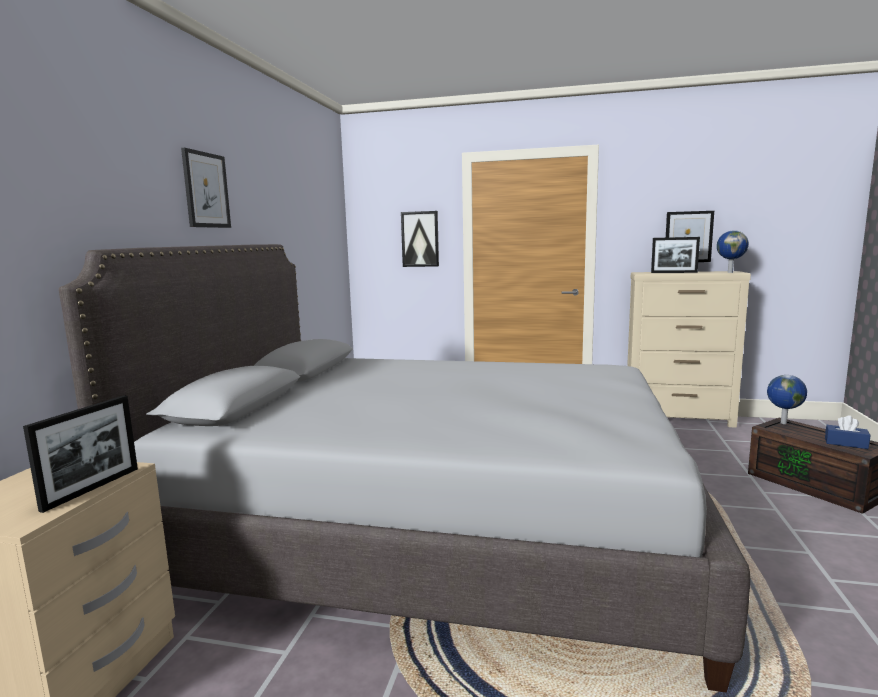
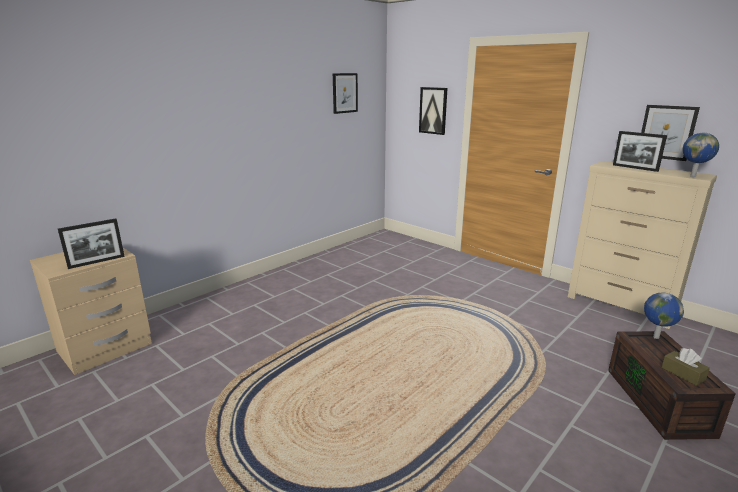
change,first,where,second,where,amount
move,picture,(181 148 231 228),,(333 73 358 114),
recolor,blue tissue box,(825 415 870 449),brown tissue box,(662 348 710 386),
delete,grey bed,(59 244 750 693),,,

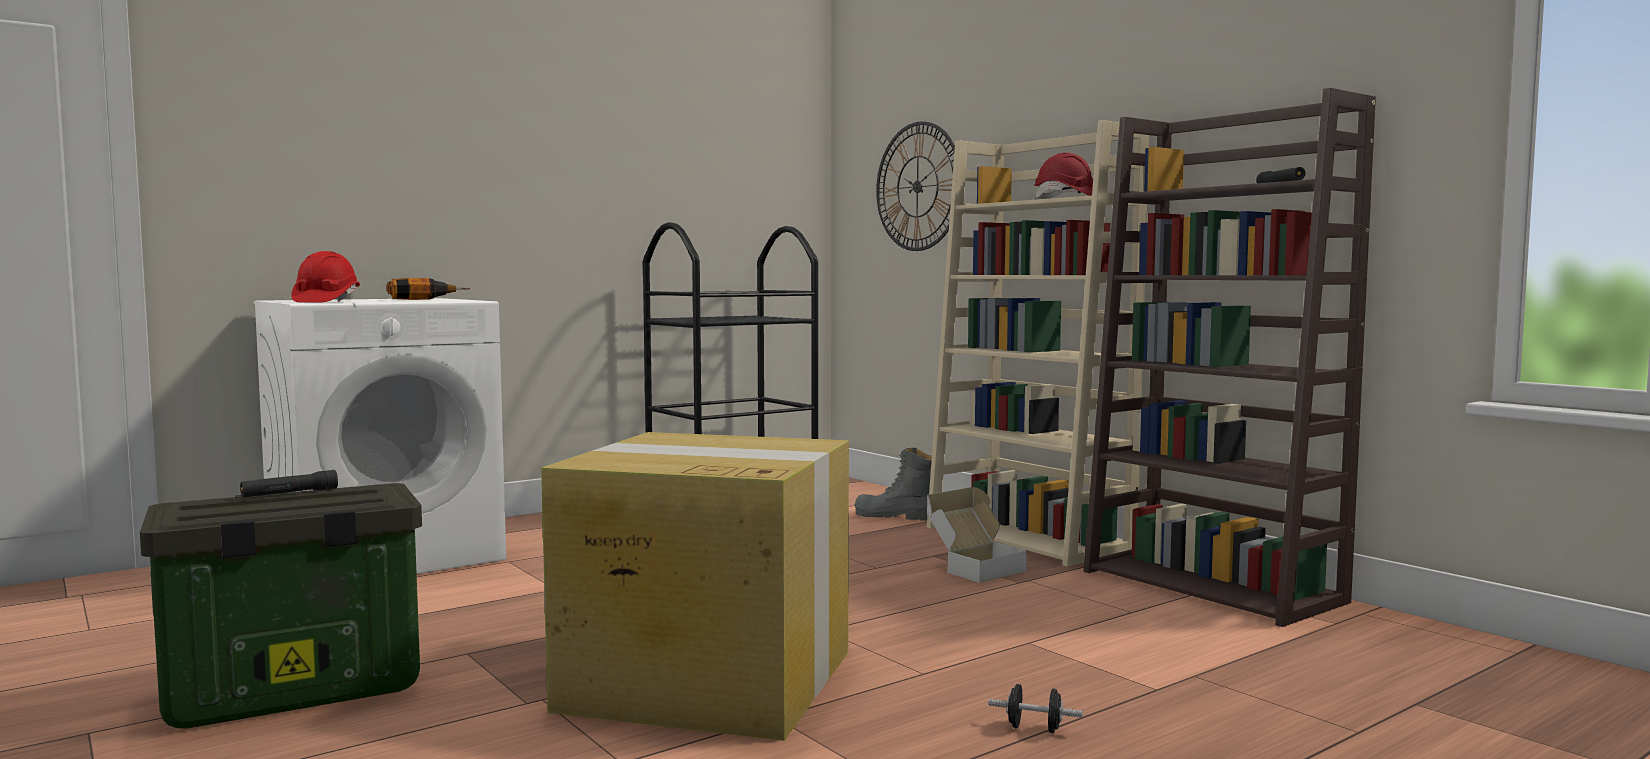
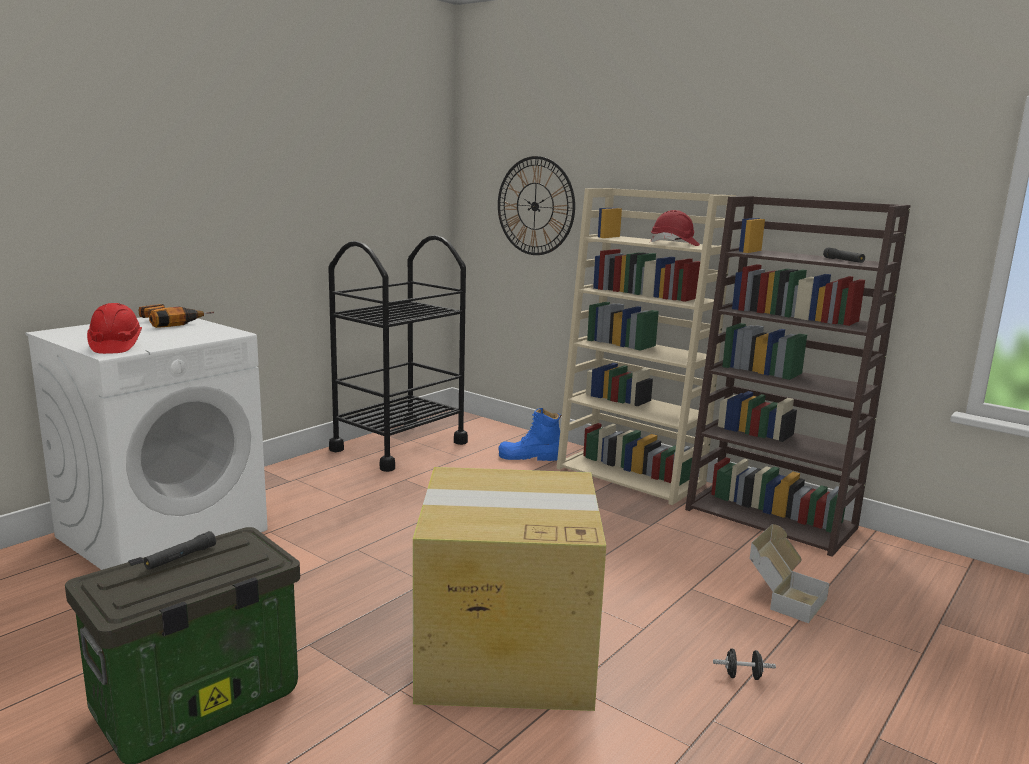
change,first,where,second,where,amount
recolor,grey boot,(855 448 932 521),blue boot,(498 408 561 461),
move,cardboard box,(927 487 1027 583),,(750 524 830 623),

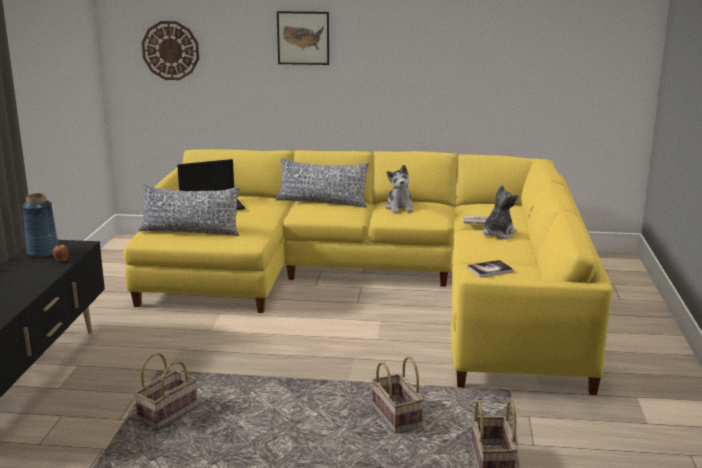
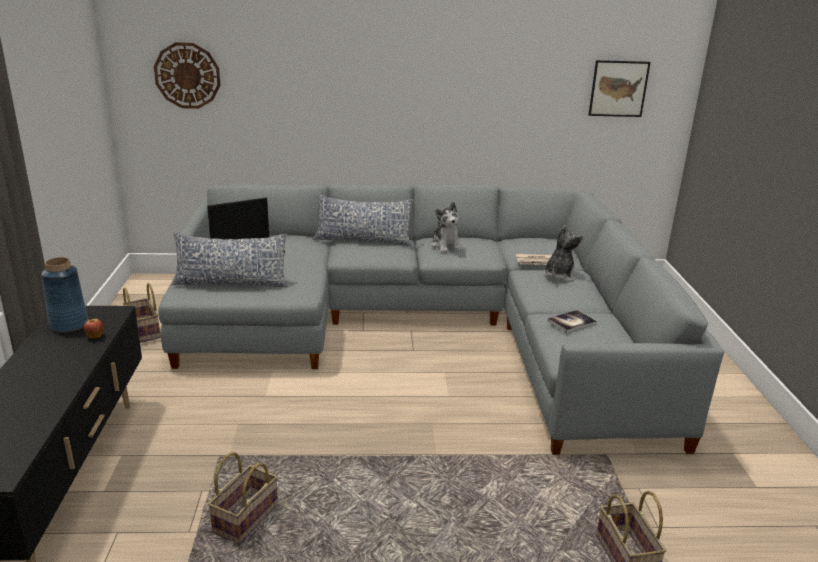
change,first,where,second,where,amount
move,basket,(372 356 424 434),,(123 283 161 343),
recolor,yellow sofa,(123 149 612 395),grey sofa,(158 185 724 455),
move,picture,(277 11 329 65),,(589 60 651 117),

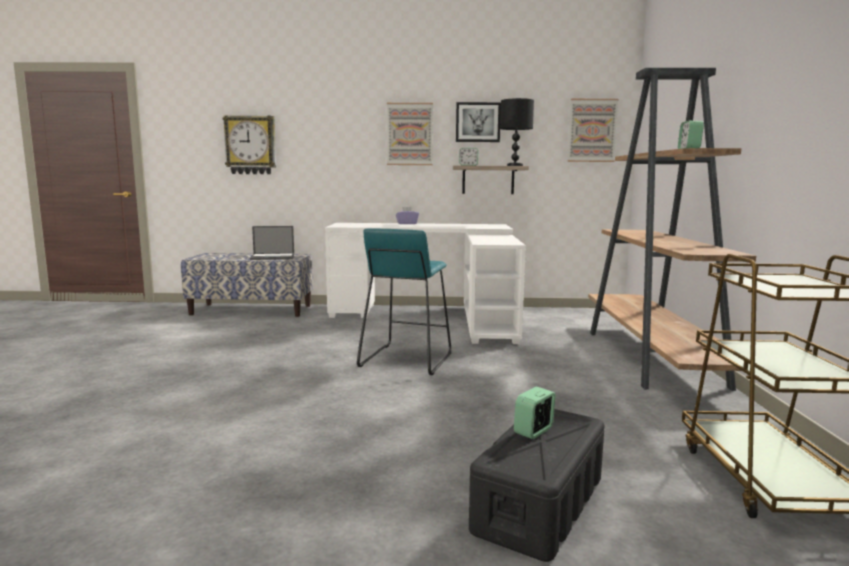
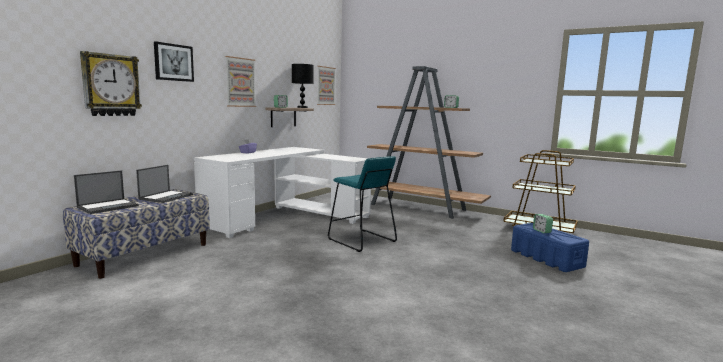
change,first,where,second,where,amount
insert,,,laptop,(74 170 139 214),
move,picture,(456 102 501 142),,(154 41 194 82),
recolor,black storage box,(469 409 605 562),blue storage box,(511 223 589 272),

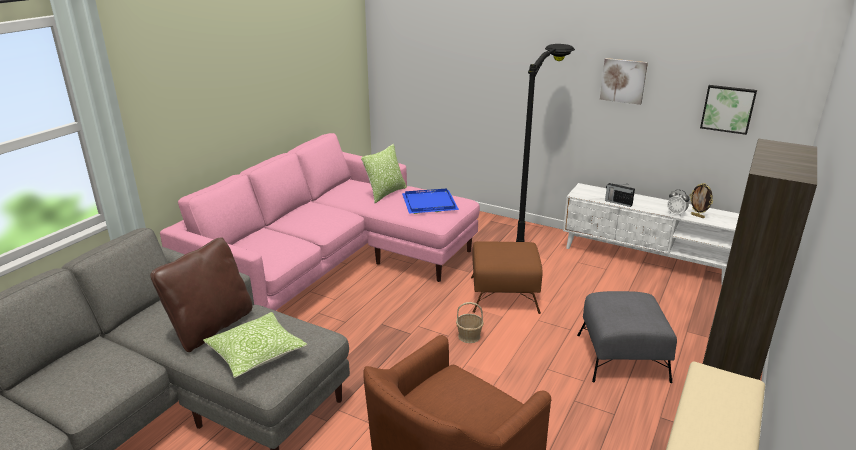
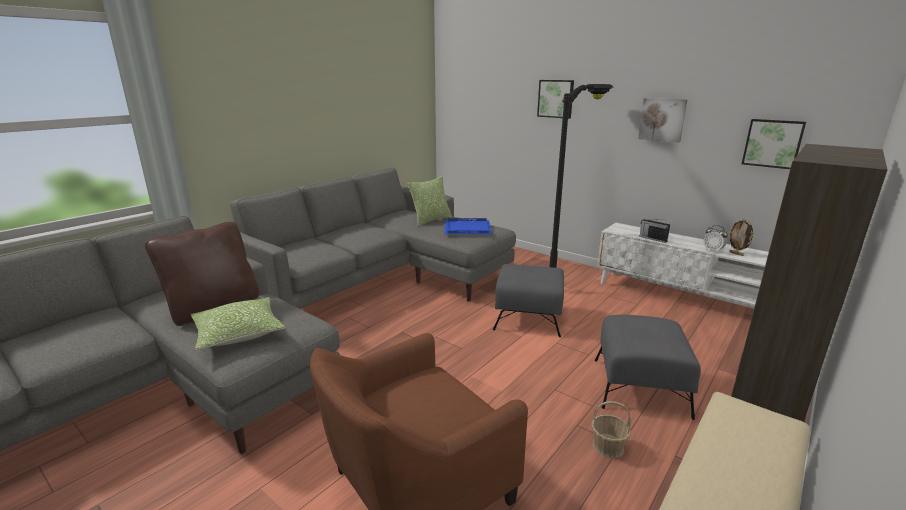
change,first,where,second,where,amount
recolor,pink sofa,(160 133 480 311),grey sofa,(230 168 516 309),
recolor,brown ottoman,(471 241 543 314),grey ottoman,(493 264 564 337),
insert,,,picture,(537 80 574 119),
move,basket,(456 302 484 343),,(591 401 631 458),

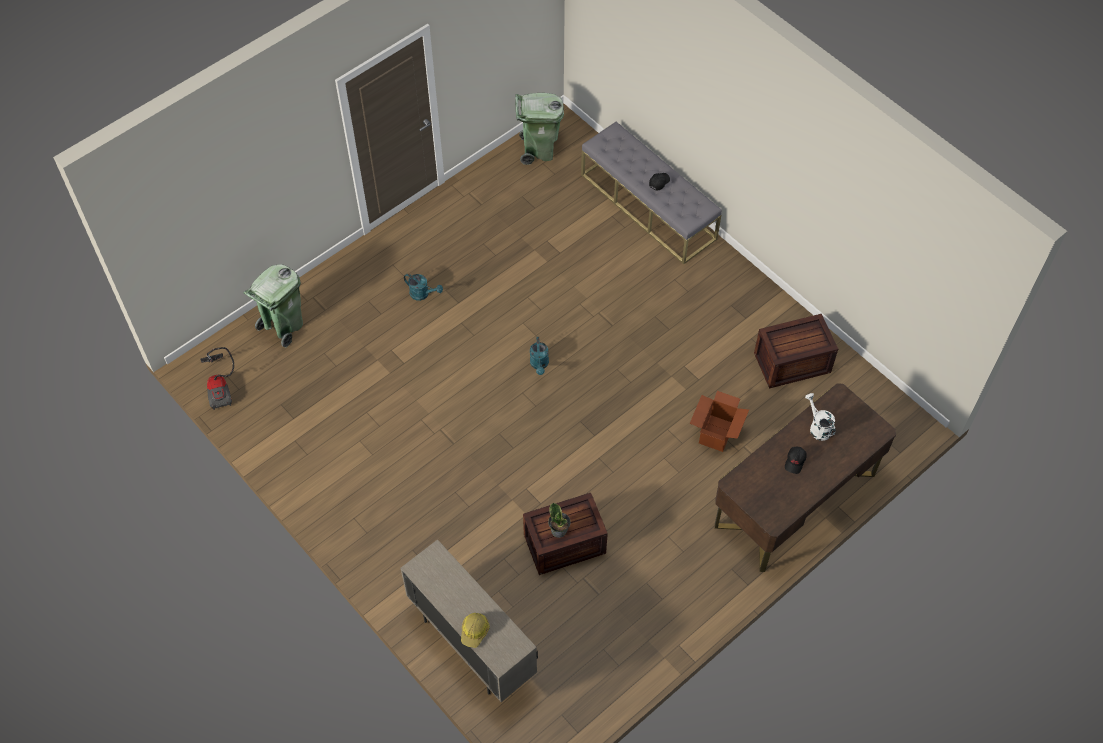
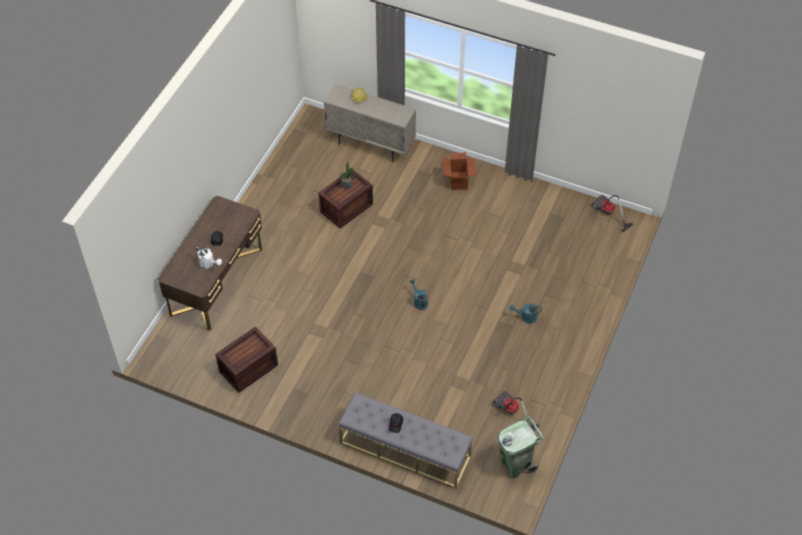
change,first,where,second,where,amount
move,cardboard box,(690 391 749 452),,(443 153 477 190),
insert,,,vacuum cleaner,(493 391 540 431),
delete,green trash can,(243 264 303 348),,,

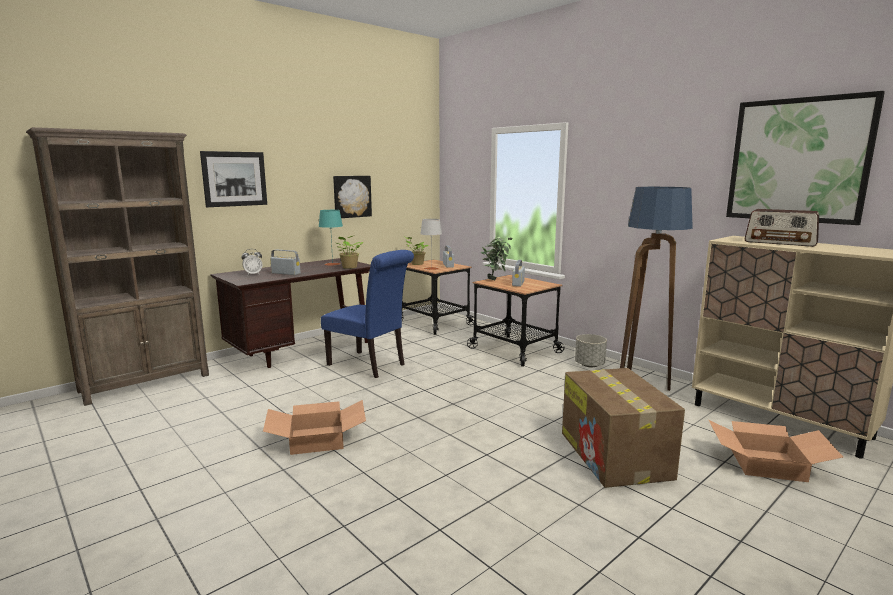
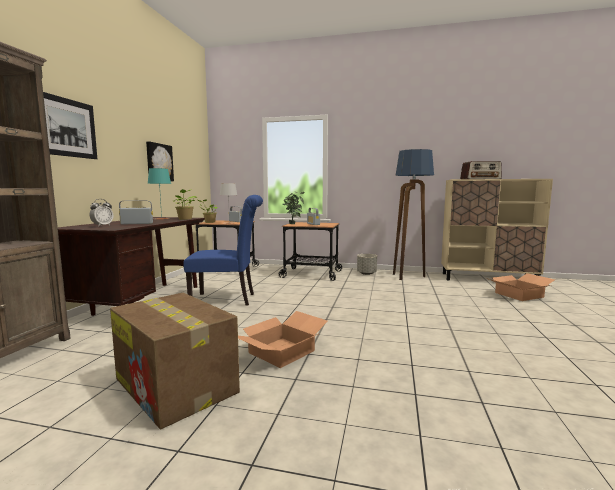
change,first,where,second,where,amount
move,cardboard box,(562 368 685 488),,(110 293 240 429),
delete,picture,(726 91 885 225),,,

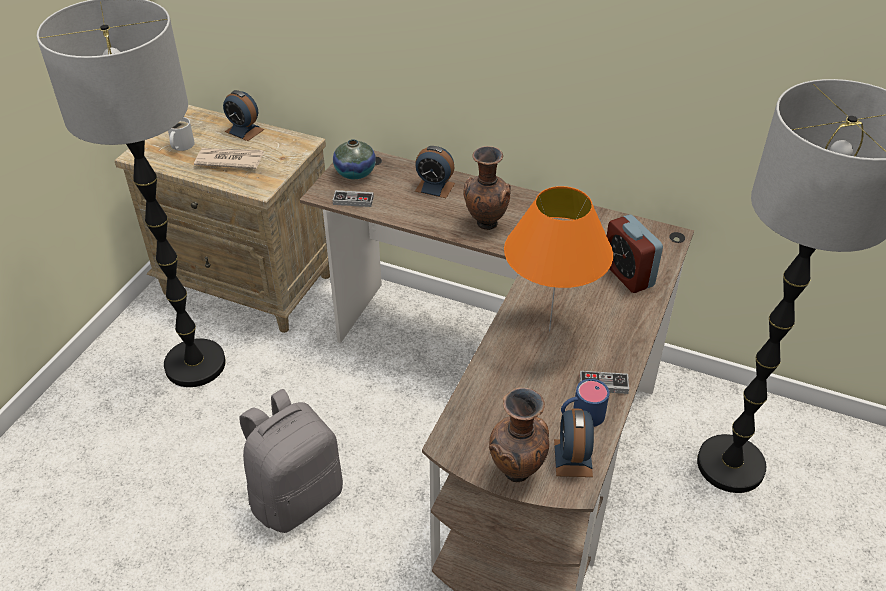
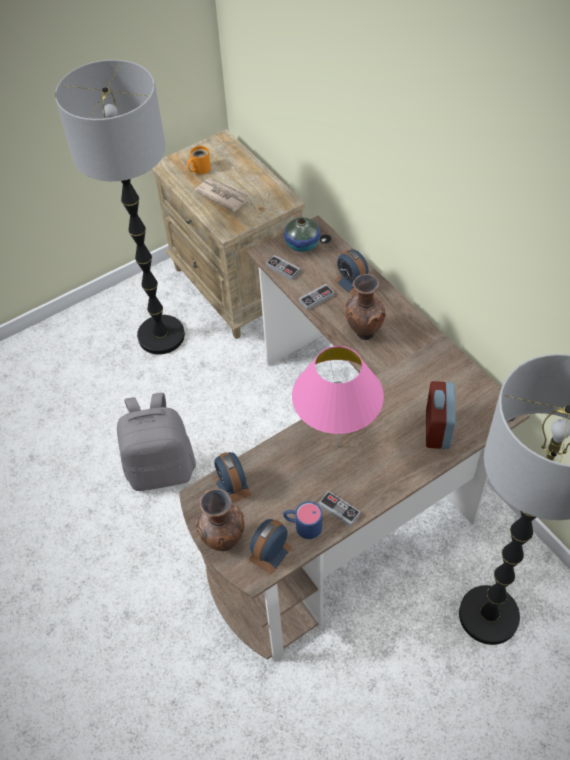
change,first,where,second,where,amount
recolor,white mug,(168 117 195 151),orange mug,(187 146 211 174),
move,alarm clock,(223 90 264 141),,(214 452 252 503),
recolor,orange table lamp,(504 186 613 332),pink table lamp,(292 346 384 448),
insert,,,game controller,(299 284 334 310),

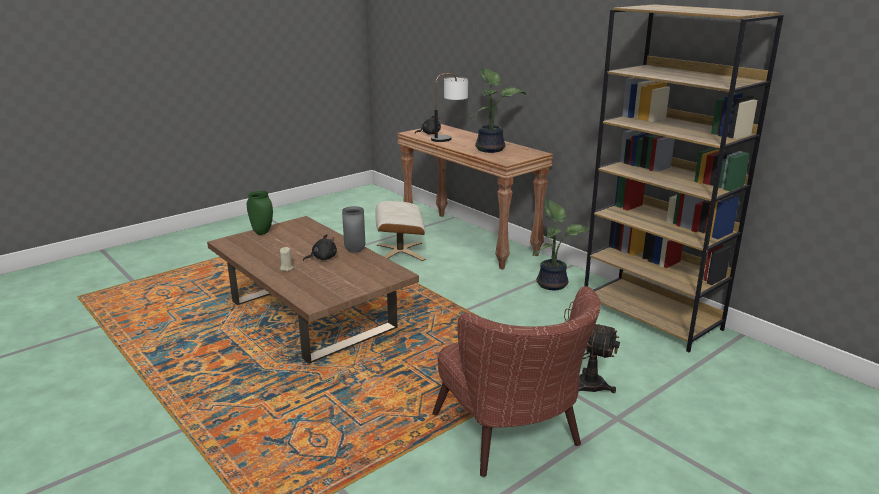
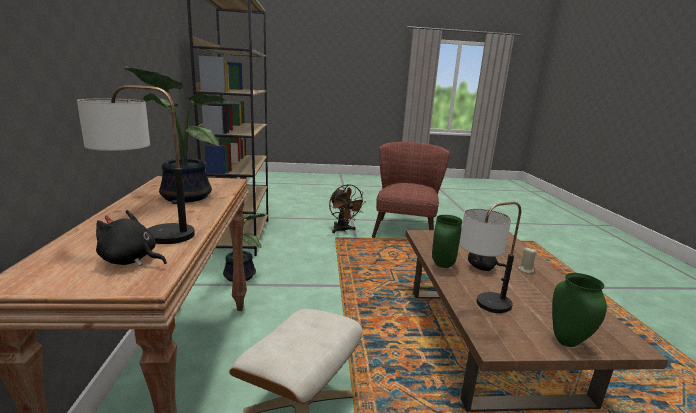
change,first,where,second,where,amount
recolor,grey vase,(342 206 365 253),green vase,(432 215 462 268),
insert,,,table lamp,(459 202 521 313),

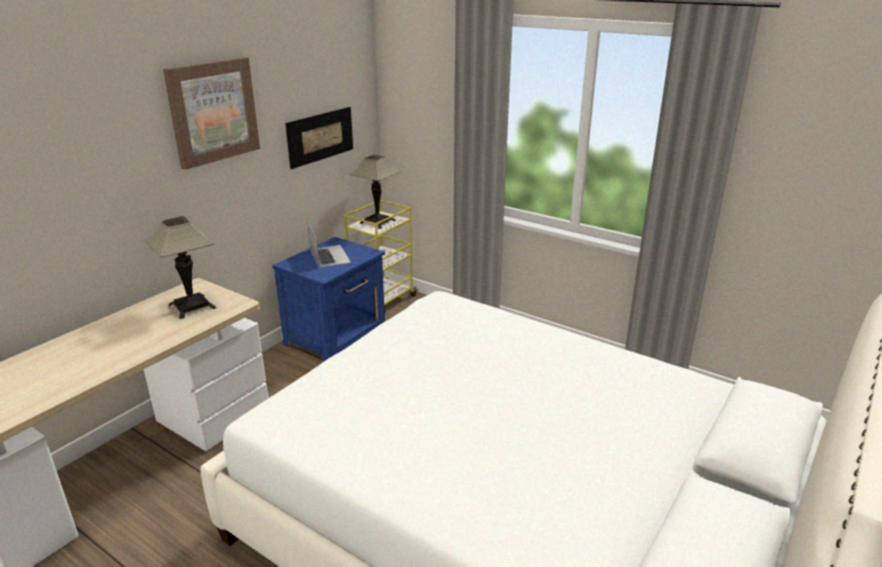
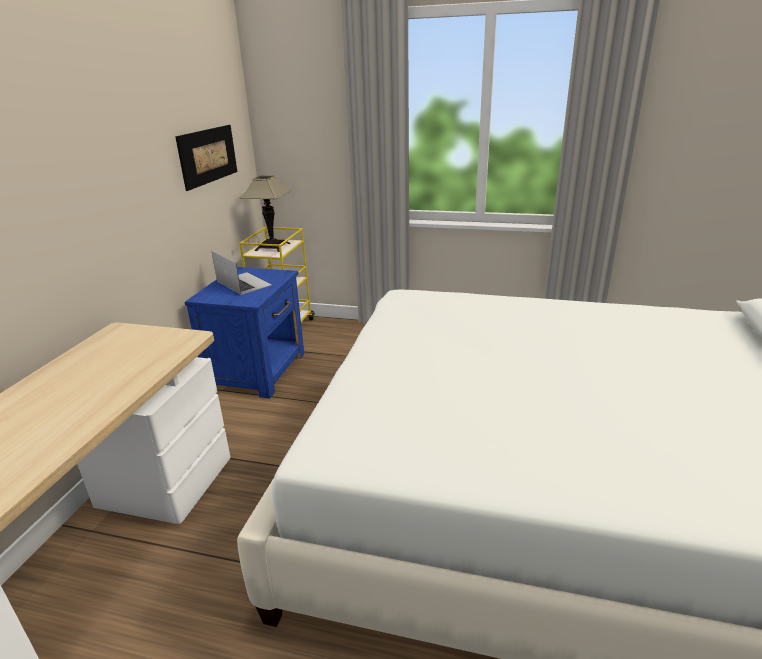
change,first,where,second,where,amount
delete,table lamp,(145 216 216 319),,,
delete,picture,(163 57 260 170),,,

